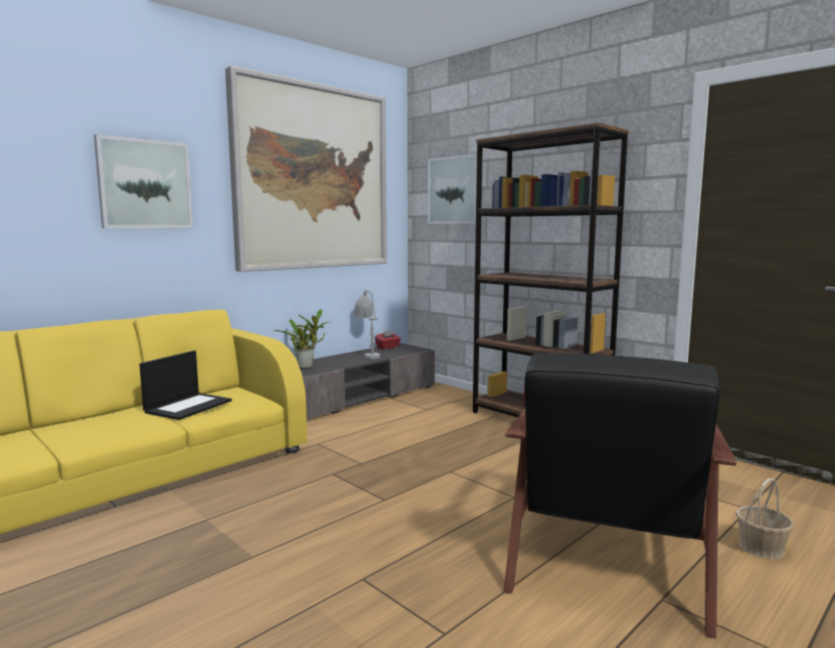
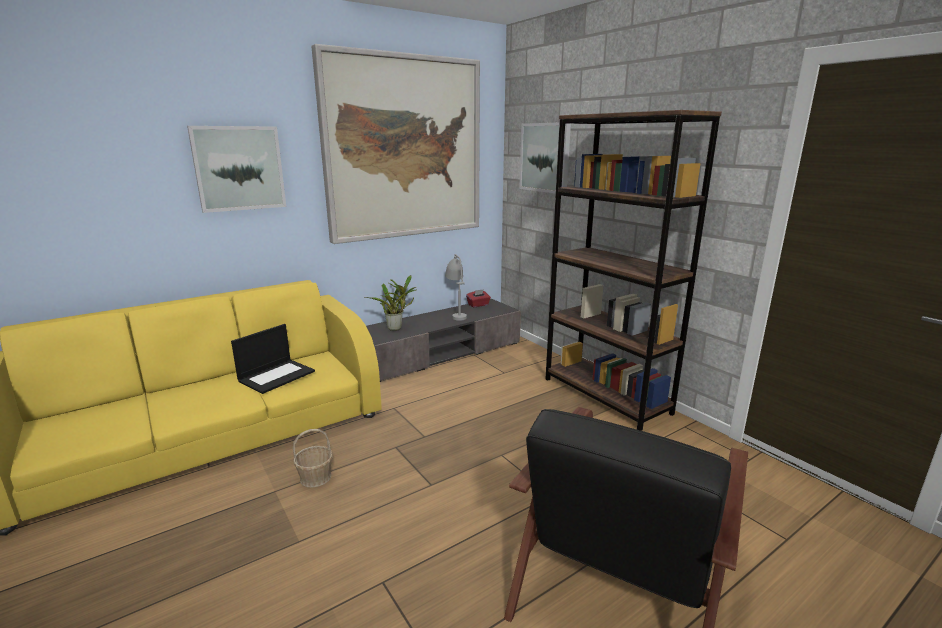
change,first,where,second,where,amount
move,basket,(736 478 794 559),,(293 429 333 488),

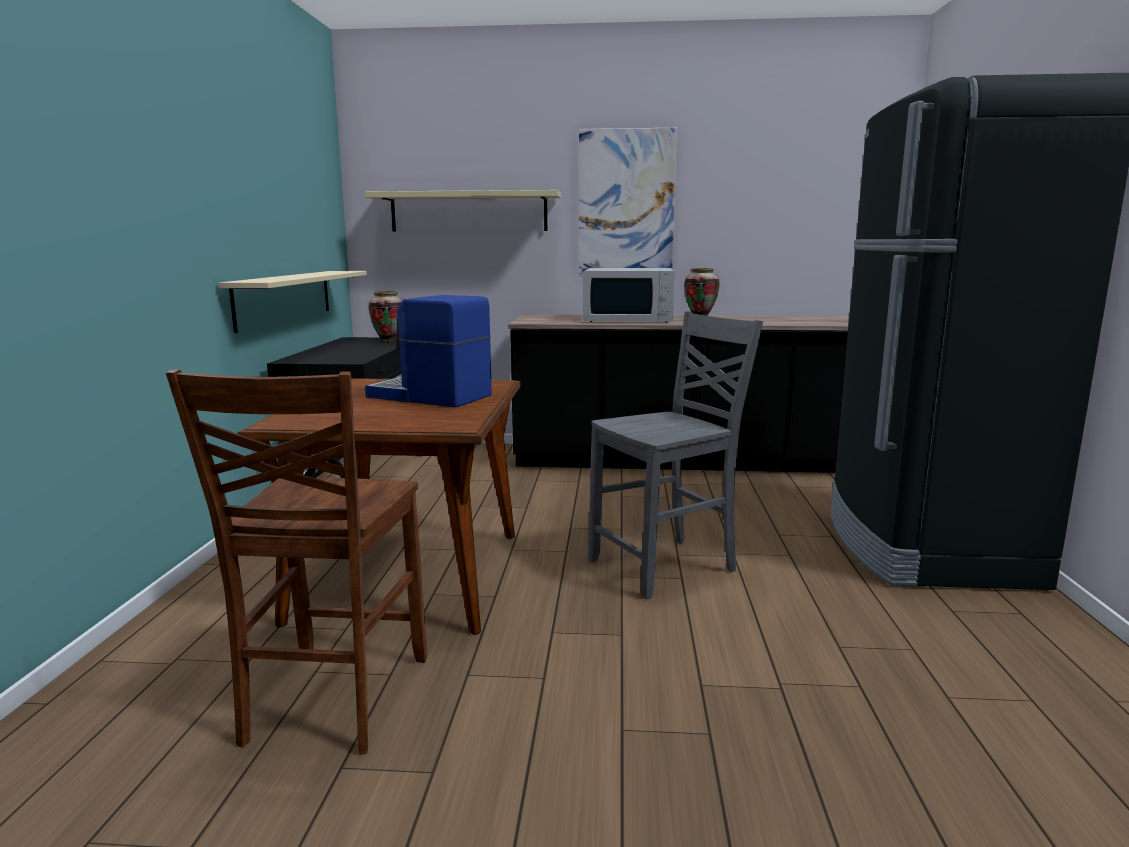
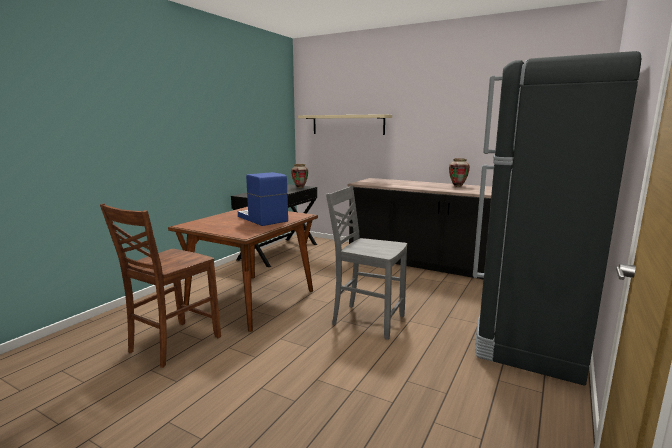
change,first,where,second,where,amount
rotate,grey chair,(589 311 763 599),,(326 186 407 340),150 degrees counterclockwise
delete,beige shelf,(218 271 367 333),,,
delete,picture,(579 128 677 277),,,
delete,white microwave,(583 268 675 323),,,

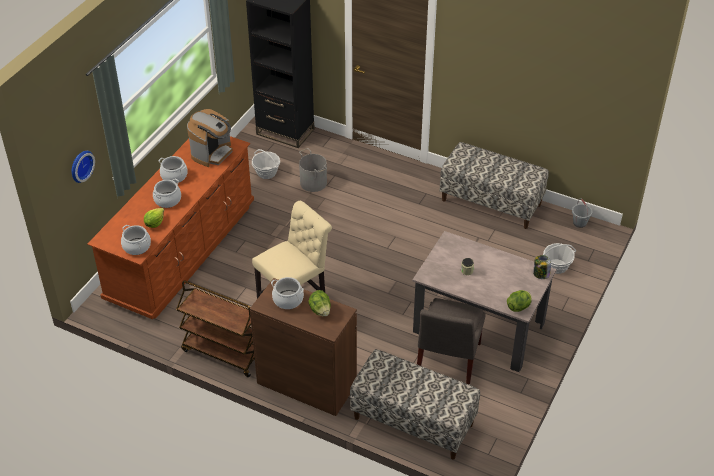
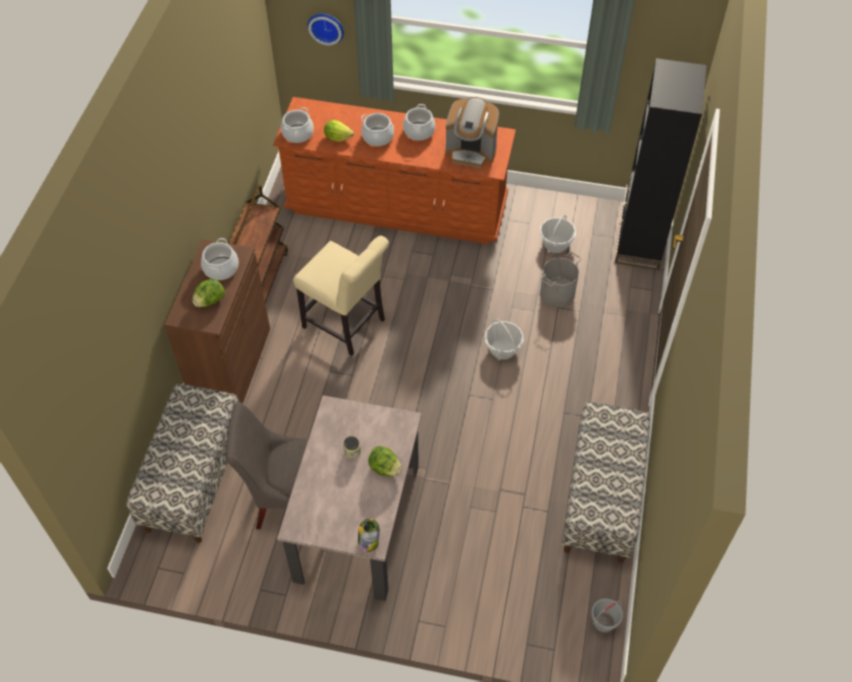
change,first,where,second,where,amount
move,lettuce,(507 290 532 312),,(368 446 402 477),
move,basket,(543 243 576 274),,(485 319 524 360),

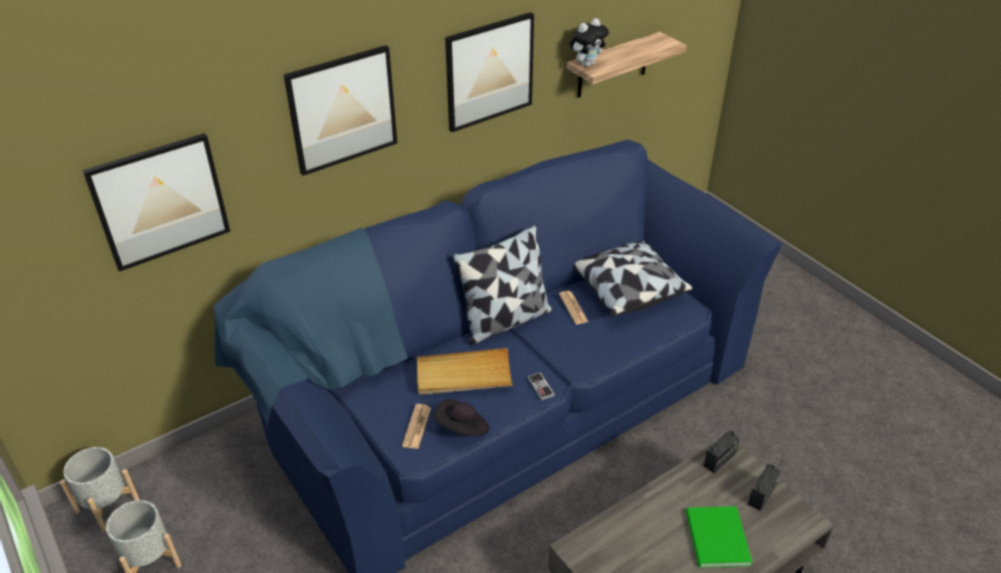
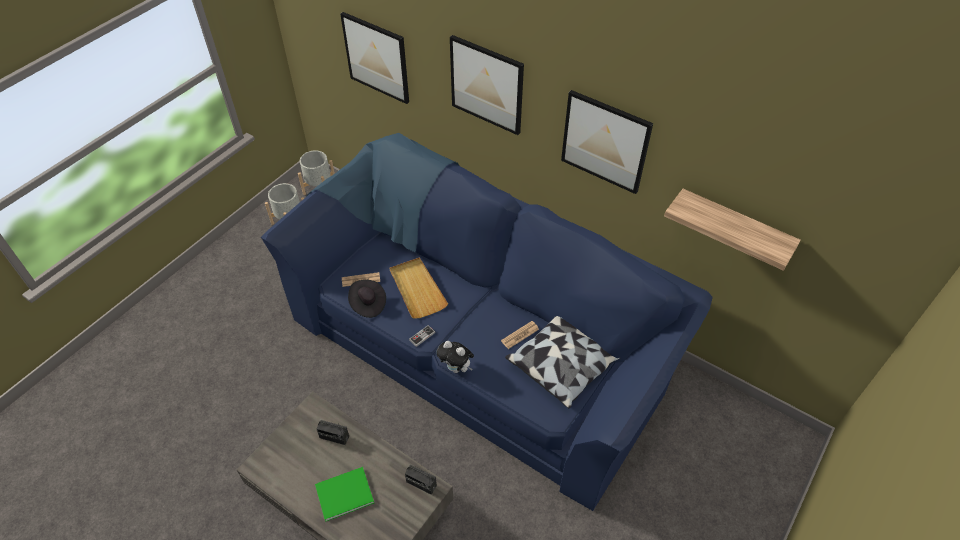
change,first,where,second,where,amount
move,radio,(748 452 784 511),,(316 420 349 445),
move,plush toy,(570 18 609 67),,(436 341 474 373),
delete,pillow,(452 225 552 345),,,

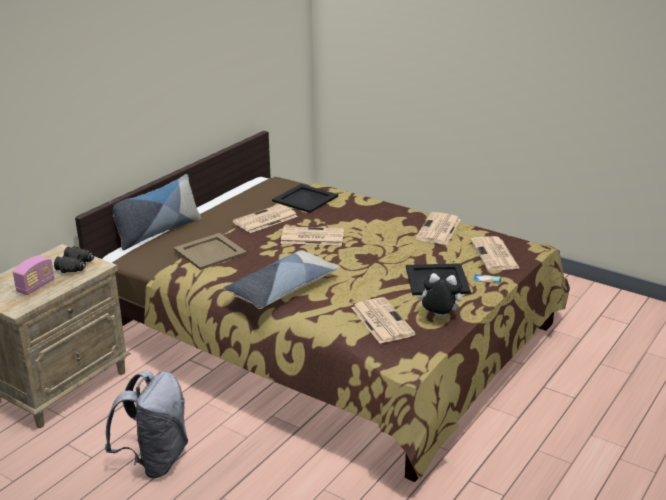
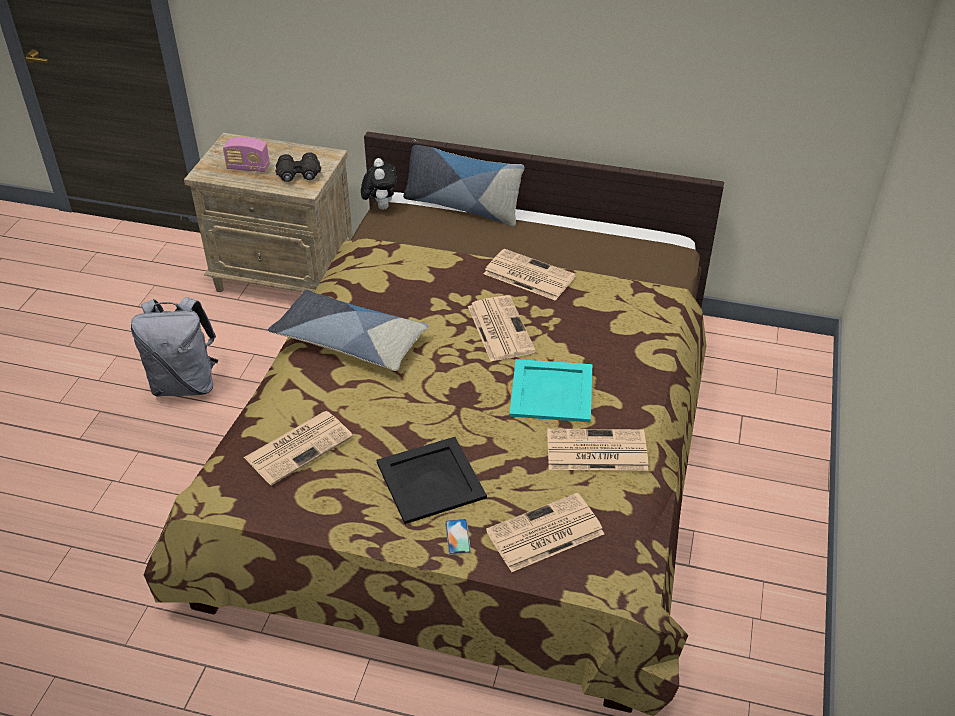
change,first,where,second,where,amount
move,plush toy,(417 273 462 318),,(361 158 397 210),
insert,,,turquoise tray,(509 359 592 422),
delete,beige tray,(173 233 247 270),,,
delete,black tray,(272 184 338 213),,,

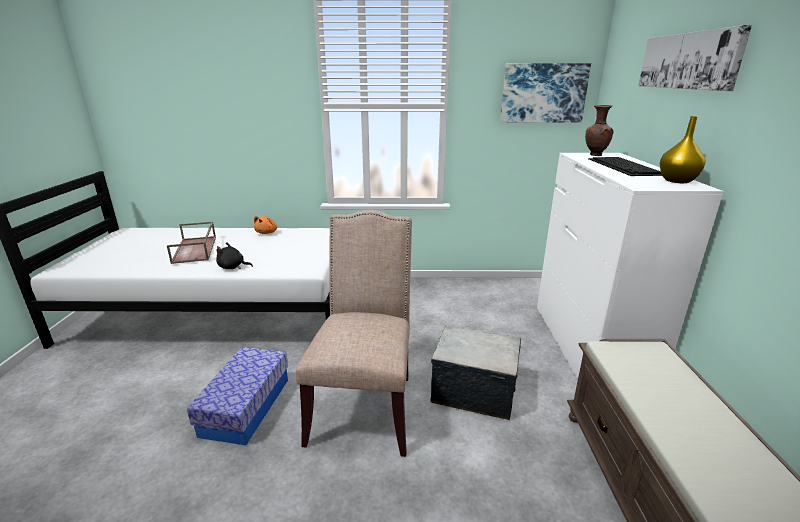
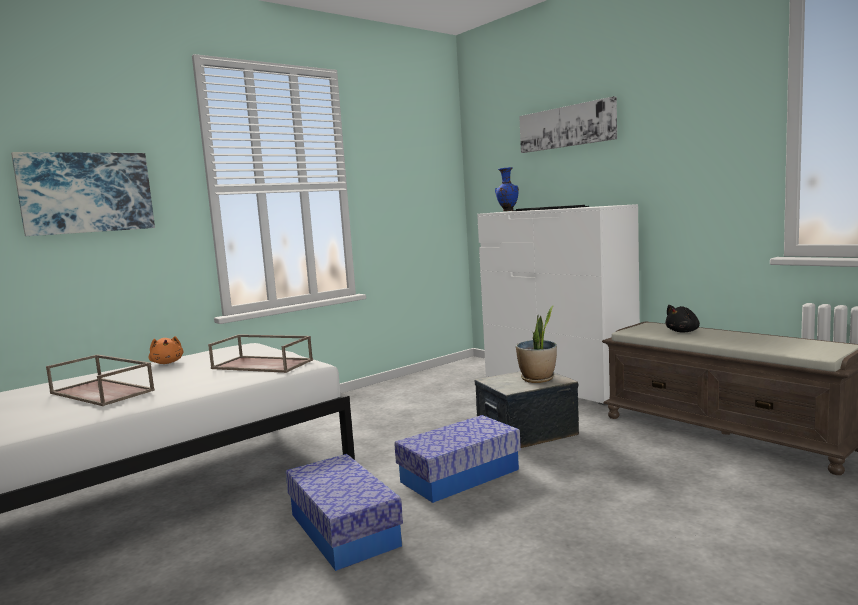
change,first,where,second,where,amount
move,picture,(500 63 591 122),,(11 152 155 236),
insert,,,brown tray,(208 334 313 373),
replace,beige chair,(296 210 412 457),storage box,(394 415 521 503),
recolor,brown vase,(585 105 613 156),blue vase,(495 167 519 211),
insert,,,potted plant,(516 305 557 383),
move,black plush toy,(216 242 253 269),,(665 305 700 332),
delete,yellow vase,(660 116 706 183),,,

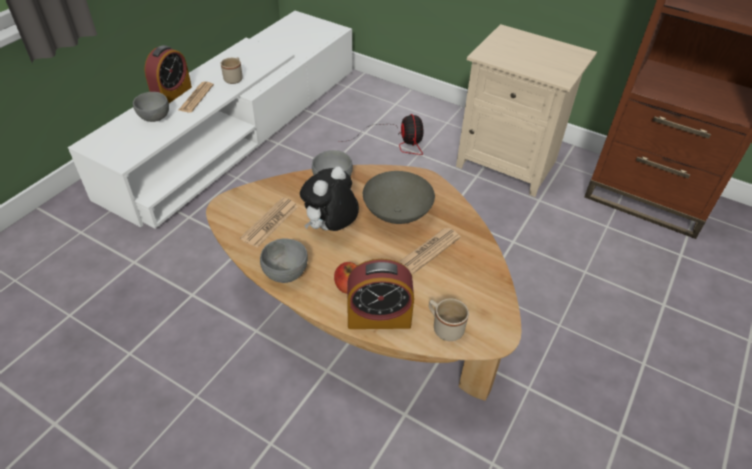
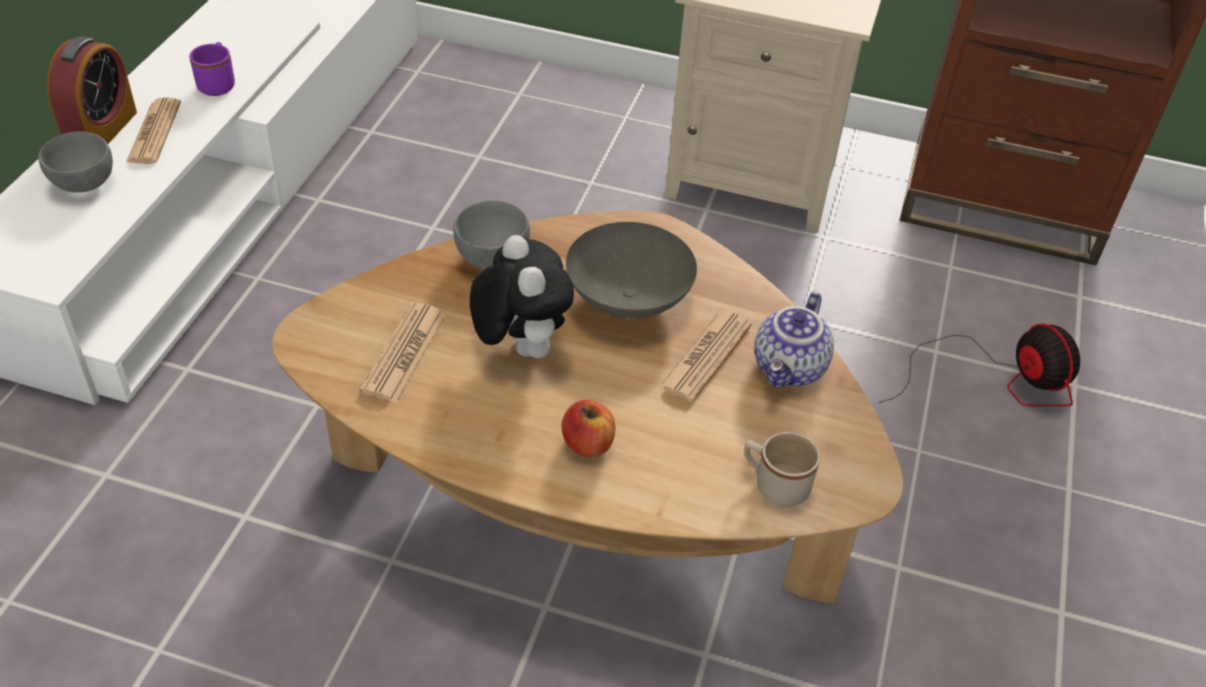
change,first,where,second,where,amount
recolor,beige mug,(221 57 243 84),purple mug,(189 42 235 96),
rotate,plush toy,(300 166 359 231),,(470 235 574 358),135 degrees clockwise
insert,,,teapot,(754 292 834 388),
move,fan,(339 114 423 155),,(878 324 1080 406),
delete,grey bowl,(260 238 308 283),,,
delete,alarm clock,(347 259 414 329),,,

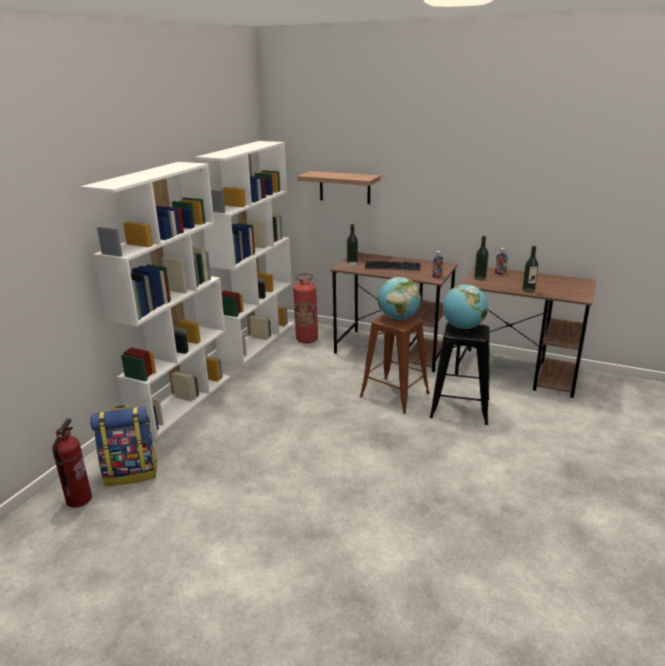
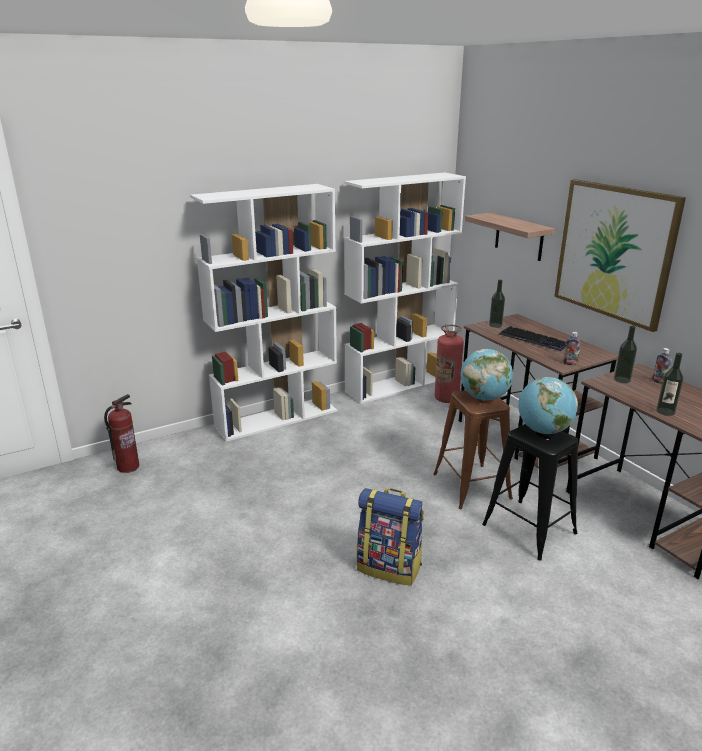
change,first,where,second,where,amount
move,backpack,(90 405 157 486),,(357 488 424 586),
insert,,,picture,(554 179 686 332),

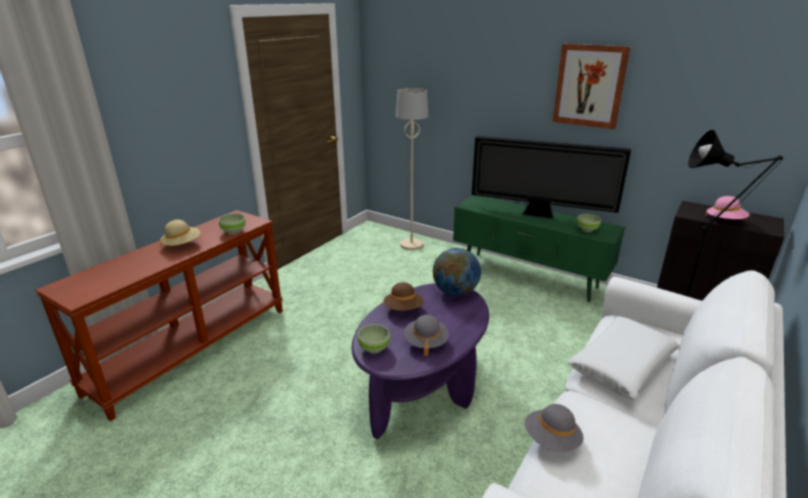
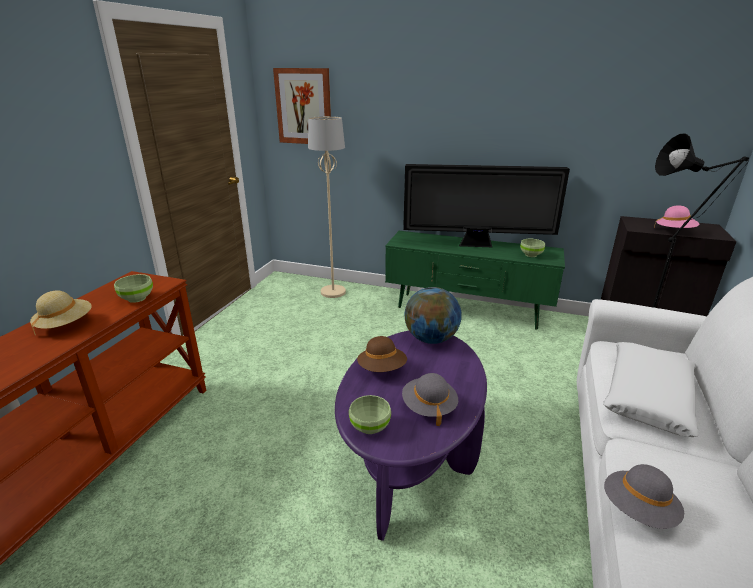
change,first,where,second,where,amount
move,picture,(553 44 630 129),,(273 68 331 144),

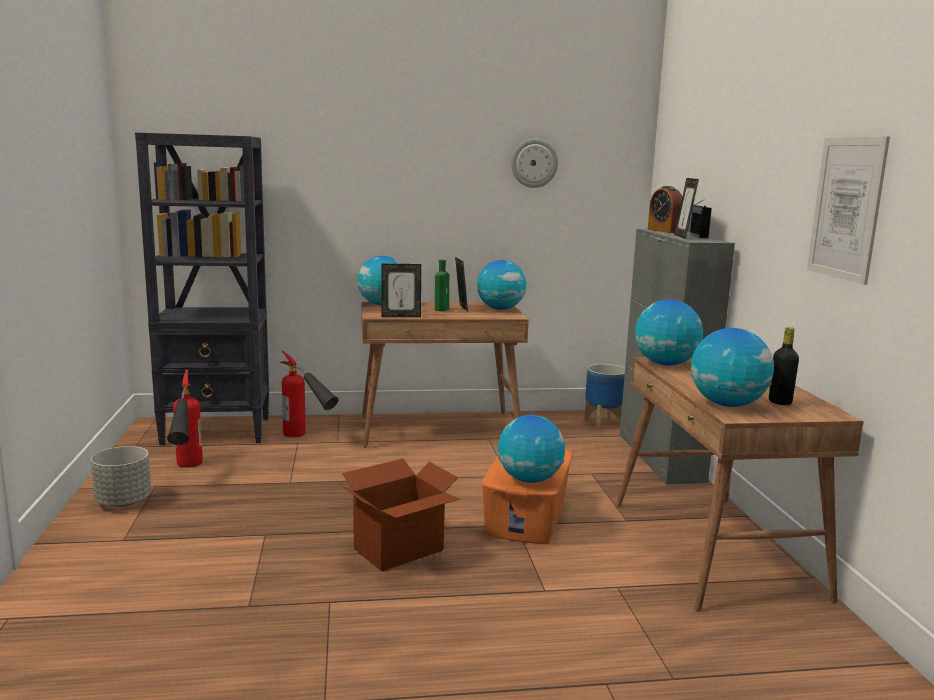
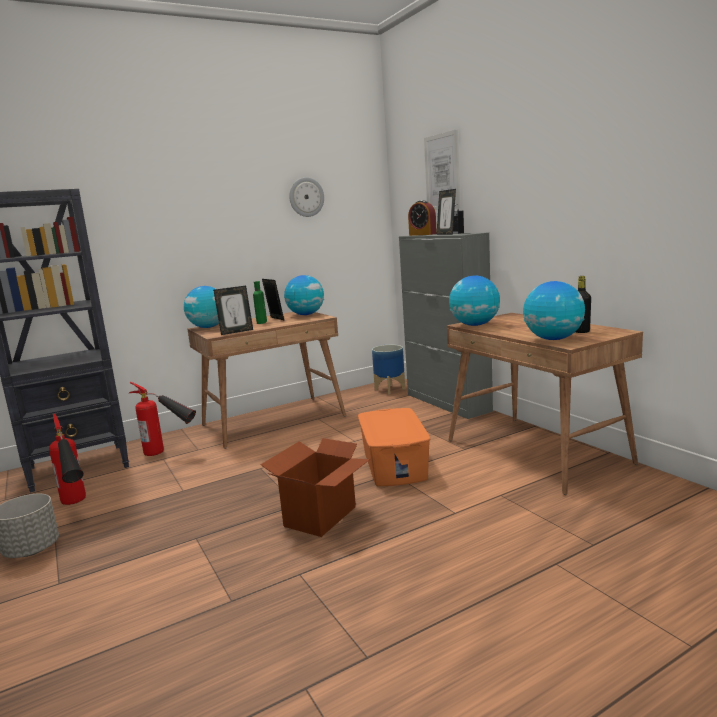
change,first,where,second,where,amount
move,picture,(807 136 890 285),,(424 129 460 210),
delete,globe,(498 415 565 483),,,

